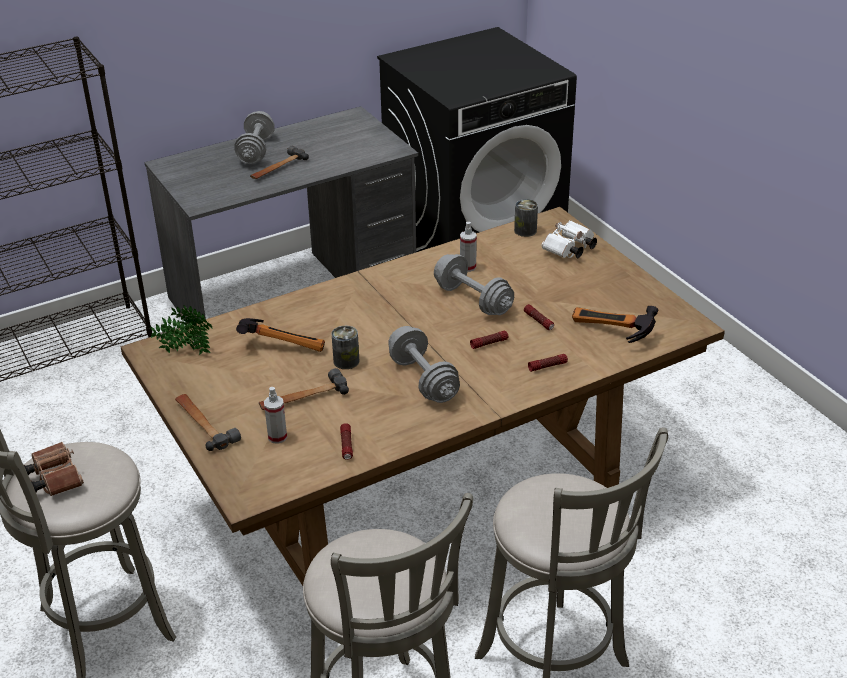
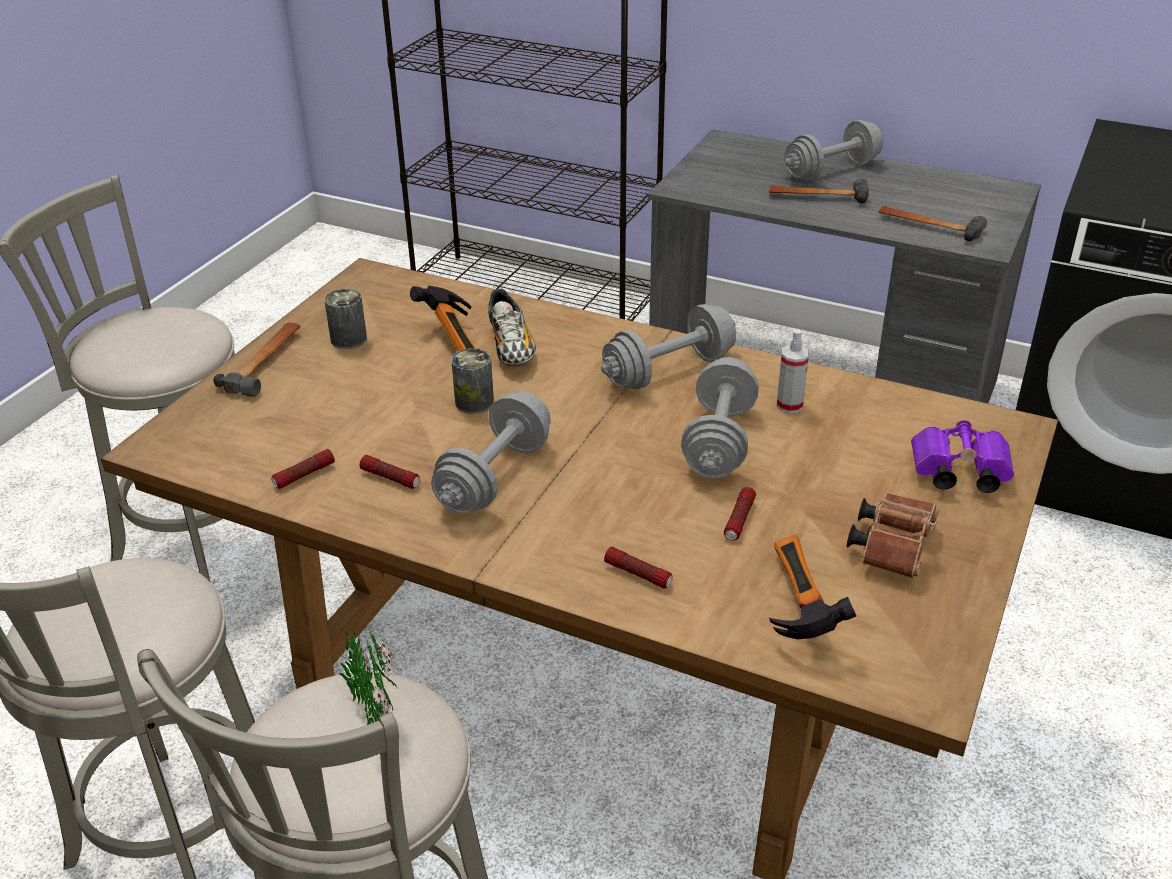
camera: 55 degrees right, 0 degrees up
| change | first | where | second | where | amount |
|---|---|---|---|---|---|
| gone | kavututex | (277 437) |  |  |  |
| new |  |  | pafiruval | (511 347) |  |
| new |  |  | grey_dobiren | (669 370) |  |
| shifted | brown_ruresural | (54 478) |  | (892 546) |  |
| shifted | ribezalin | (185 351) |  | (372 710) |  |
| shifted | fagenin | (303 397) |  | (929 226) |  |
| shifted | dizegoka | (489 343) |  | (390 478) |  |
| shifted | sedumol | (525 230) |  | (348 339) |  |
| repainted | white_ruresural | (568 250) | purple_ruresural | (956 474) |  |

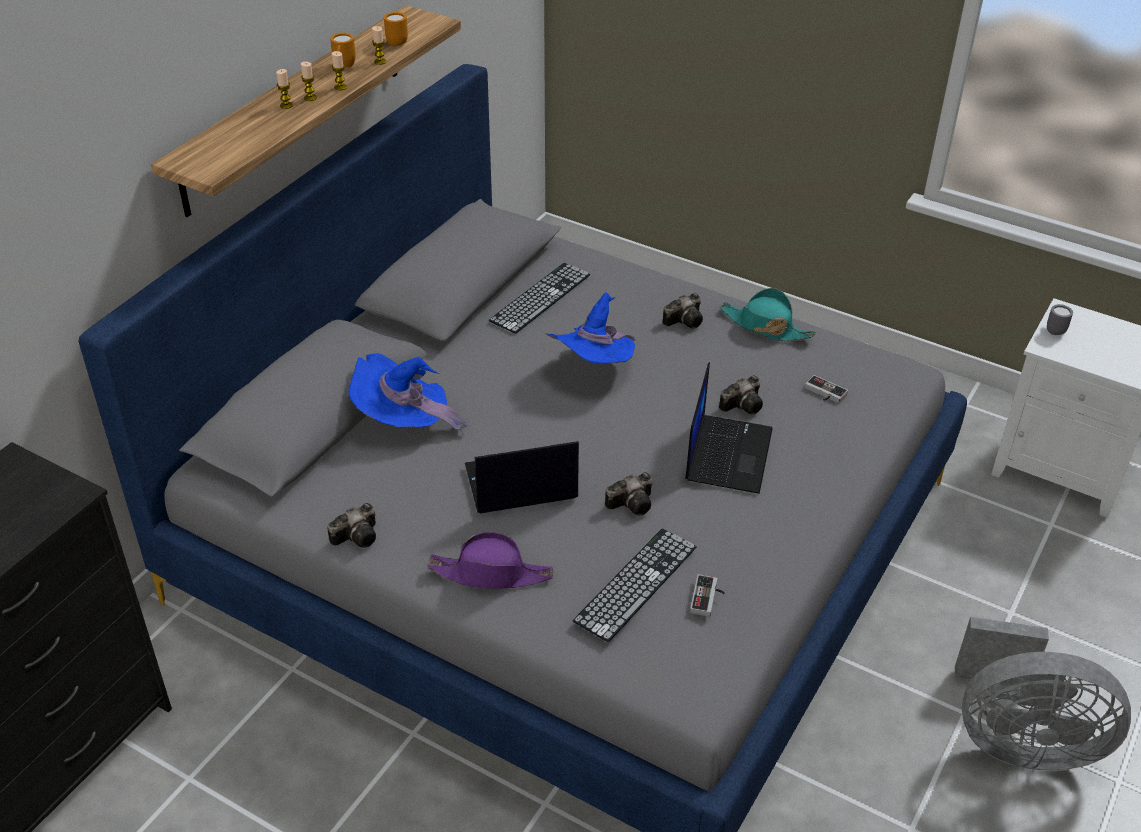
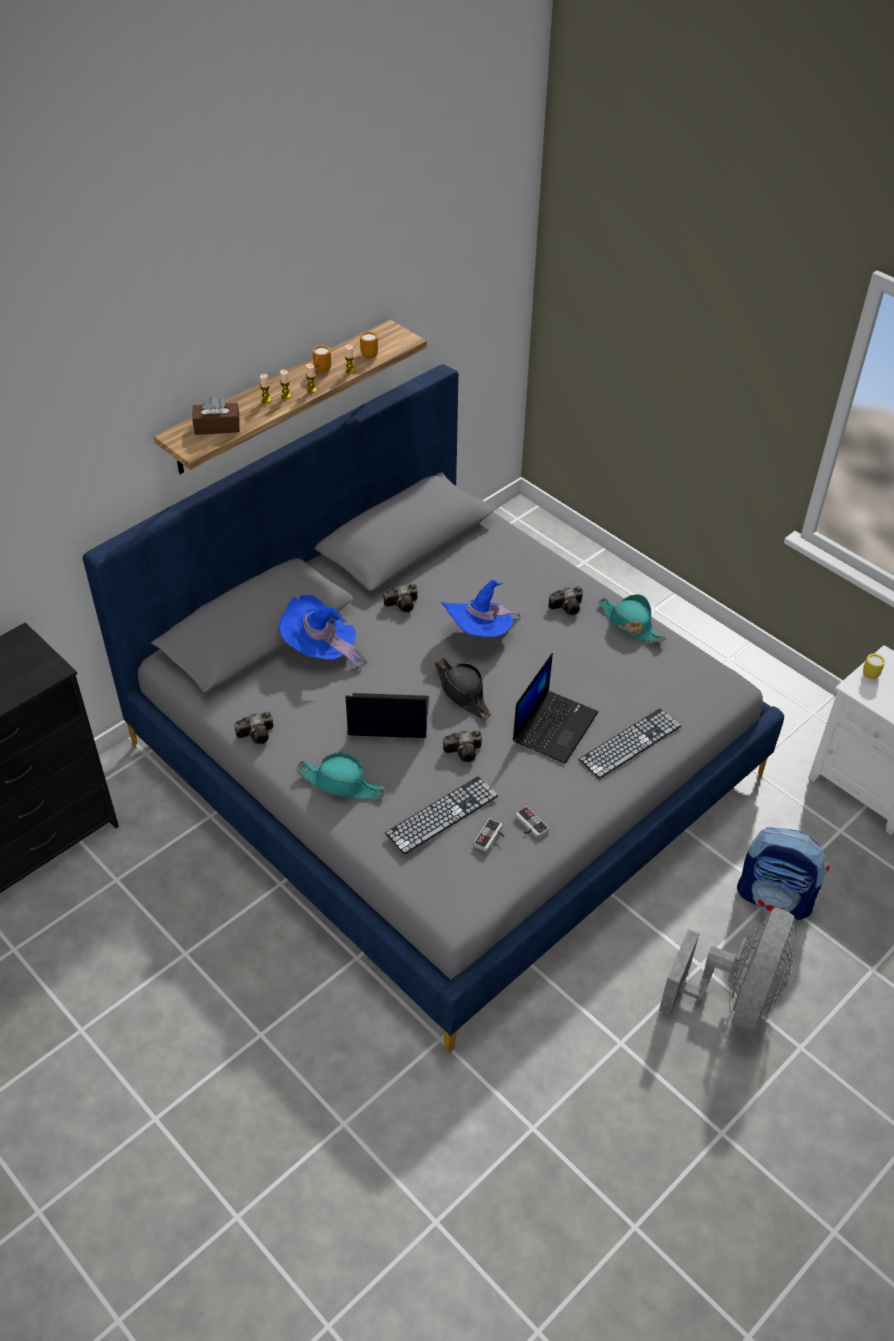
camera: 15 degrees right, 5 degrees up
| change | first | where | second | where | amount |
|---|---|---|---|---|---|
| new |  |  | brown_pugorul | (217 426) |  |
| new |  |  | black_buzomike | (462 693) |  |
| new |  |  | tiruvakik | (775 898) |  |
| shifted | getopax | (540 297) |  | (630 743) |  |
| shifted | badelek | (744 405) |  | (403 604) |  |
| shifted | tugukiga | (823 393) |  | (529 825) |  |
| repainted | purple_buzomike | (491 574) | turquoise_buzomike | (341 784) |  |
| repainted | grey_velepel | (1054 330) | yellow_velepel | (870 673) |  |
| rotated | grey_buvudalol | (1019 741) |  | (734 998) | 90 degrees counterclockwise |

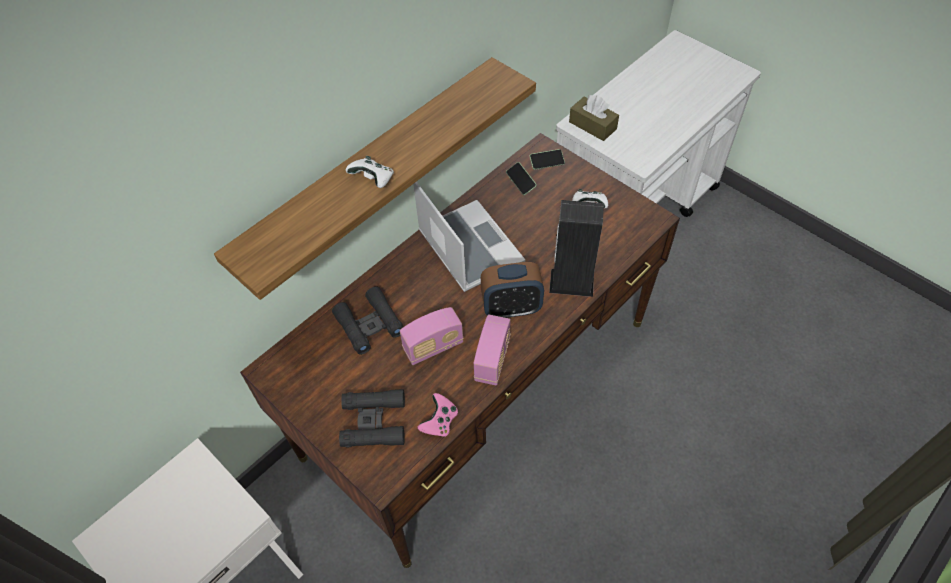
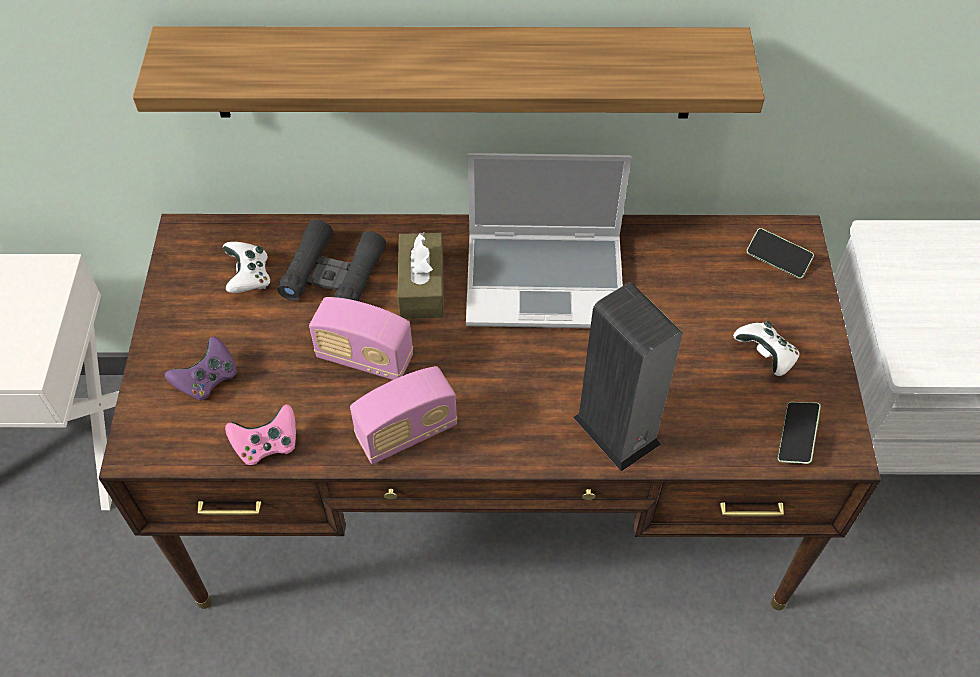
camera: 45 degrees right, 0 degrees up
| change | first | where | second | where | amount |
|---|---|---|---|---|---|
| gone | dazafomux | (511 308) |  |  |  |
| shifted | white_tugukiga | (373 180) |  | (249 278) |  |
| shifted | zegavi | (520 182) |  | (796 437) |  |
| shifted | brown_pugorul | (592 125) |  | (422 286) |  |
| swapped | black_ruresural | (373 422) | purple_tugukiga | (207 380) |  |
| rotated | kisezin | (468 247) |  | (546 280) | 75 degrees clockwise |

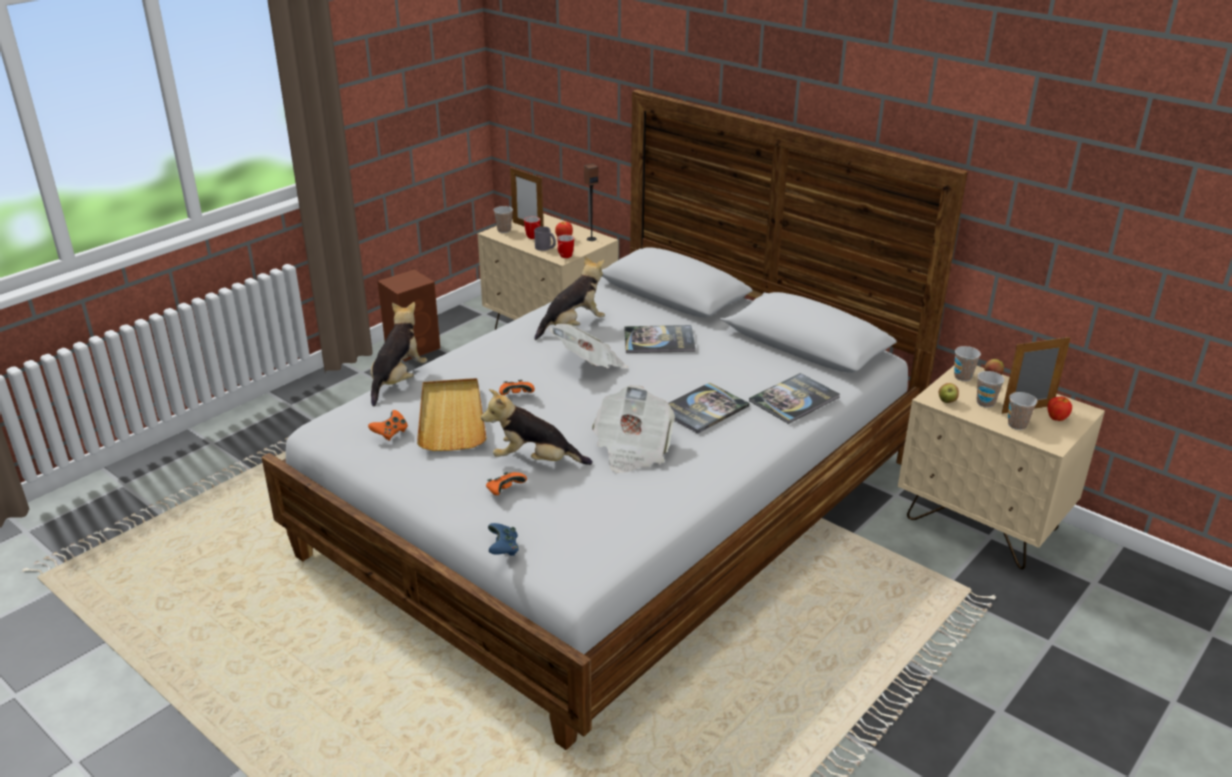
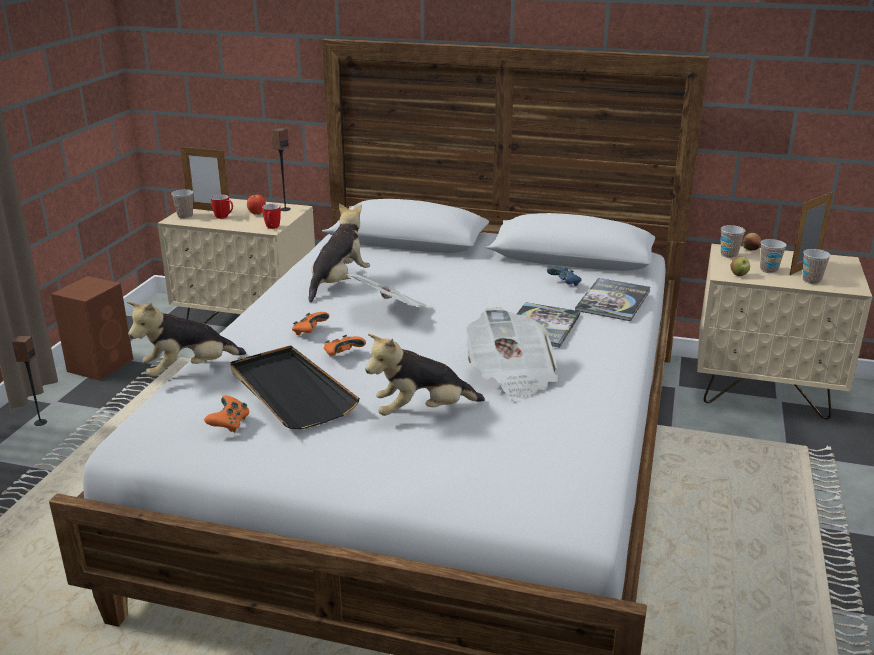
camera: 25 degrees left, 5 degrees down
| change | first | where | second | where | amount |
|---|---|---|---|---|---|
| gone | grey_velepel | (545 248) |  |  |  |
| gone | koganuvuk | (659 340) |  |  |  |
| gone | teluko | (1056 419) |  |  |  |
| new |  |  | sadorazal | (40 422) |  |
| shifted | orange_tugukiga | (505 491) |  | (310 332) |  |
| shifted | blue_tugukiga | (503 549) |  | (565 284) |  |
| repainted | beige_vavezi | (451 417) | black_vavezi | (290 391) |  |
| rotated | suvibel | (398 381) |  | (189 371) | 120 degrees counterclockwise |

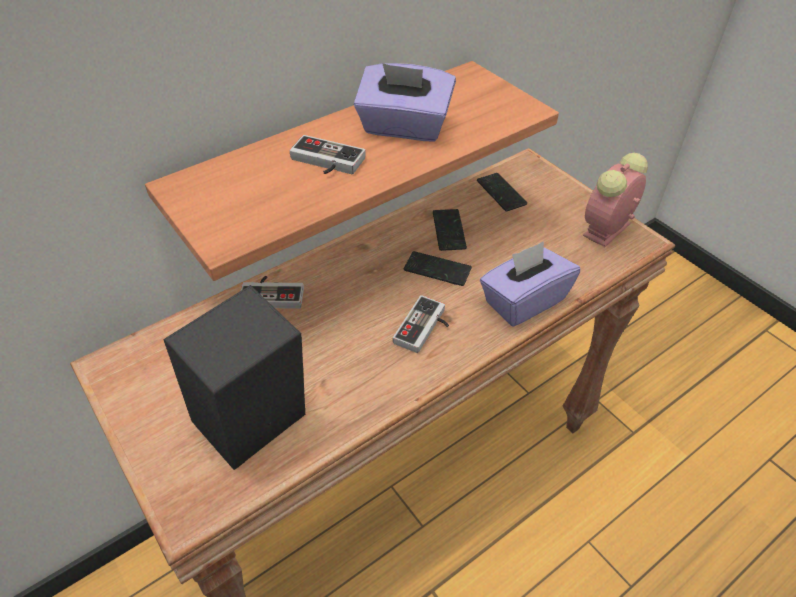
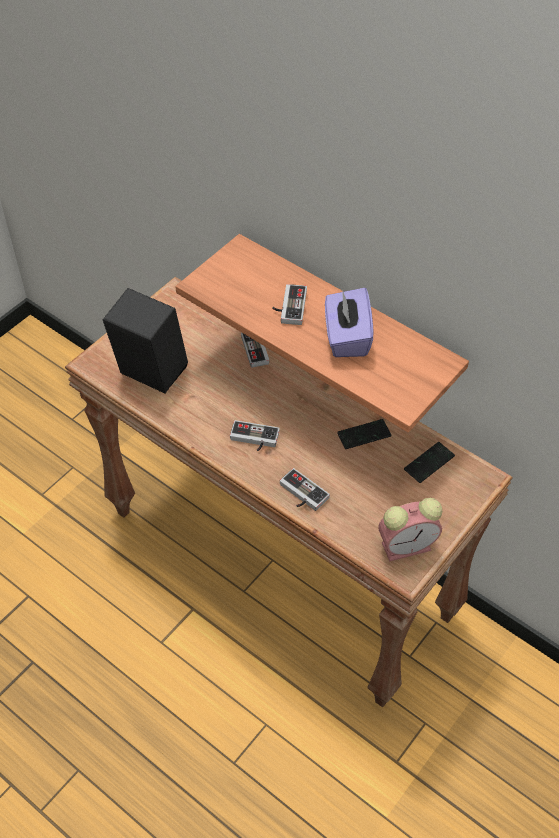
camera: 75 degrees right, 5 degrees up
| change | first | where | second | where | amount |
|---|---|---|---|---|---|
| gone | zegavi | (437 270) |  |  |  |
| swapped | purple_pugorul | (523 301) | tugukiga | (301 494) |  |
| rotated | dazafomux | (606 231) |  | (408 545) | 135 degrees clockwise |

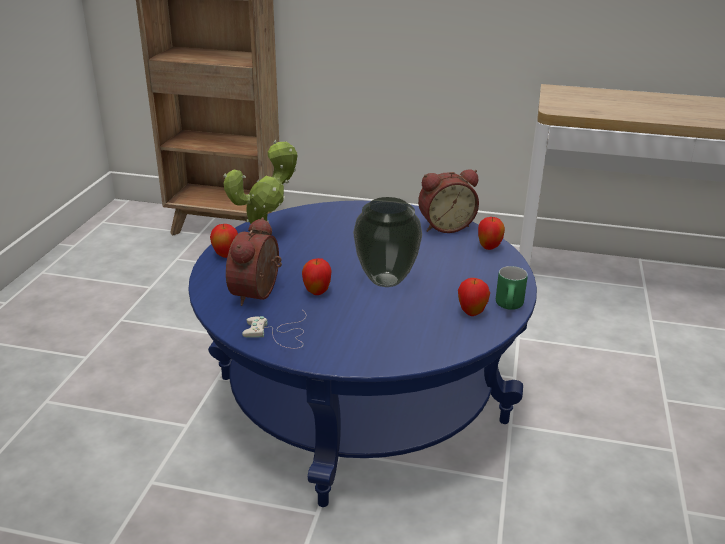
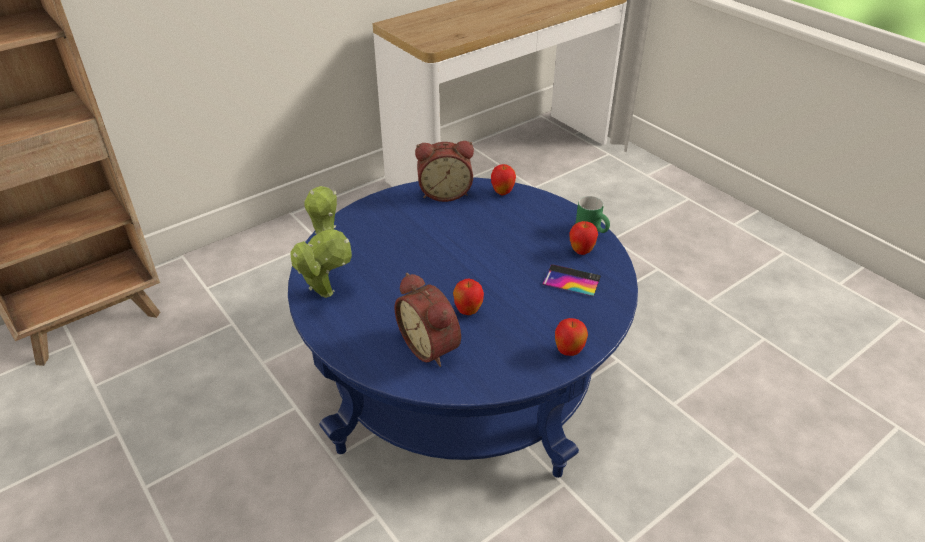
camera: 50 degrees left, 10 degrees up
| change | first | where | second | where | amount |
|---|---|---|---|---|---|
| gone | white_tugukiga | (279 334) |  |  |  |
| gone | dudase | (387 280) |  |  |  |
| new |  |  | zegavi | (571 280) |  |
| shifted | teluko | (226 255) |  | (568 351) |  |
| rotated | dazafomux | (445 226) |  | (445 192) | 60 degrees clockwise |

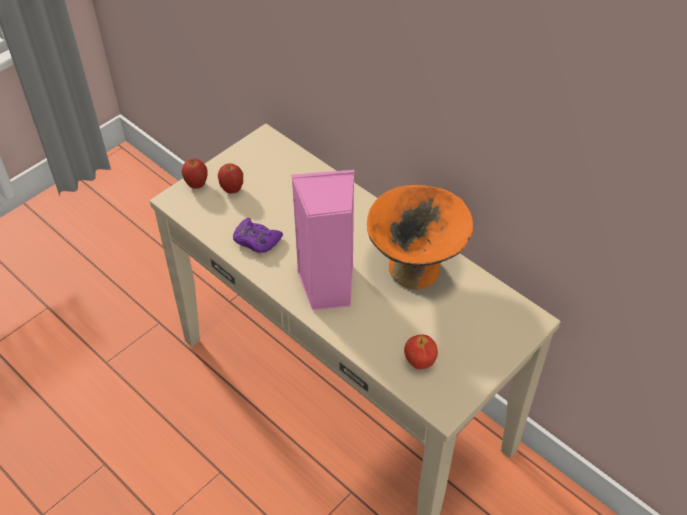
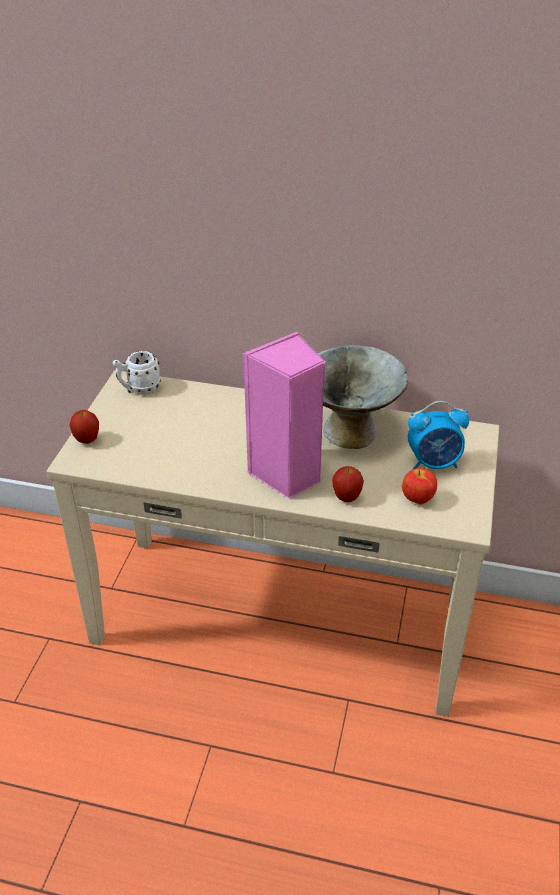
camera: 30 degrees left, 10 degrees down
| change | first | where | second | where | amount |
|---|---|---|---|---|---|
| gone | purple_tugukiga | (256 240) |  |  |  |
| new |  |  | white_velepel | (139 389) |  |
| new |  |  | dazafomux | (434 463) |  |
| shifted | teluko | (232 190) |  | (346 498) |  |
| repainted | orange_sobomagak | (415 268) | grey_sobomagak | (350 431) |  |

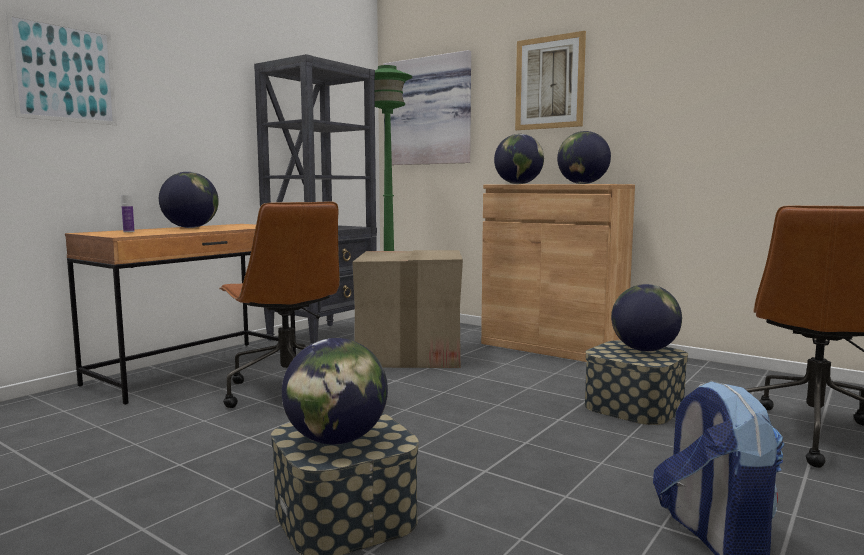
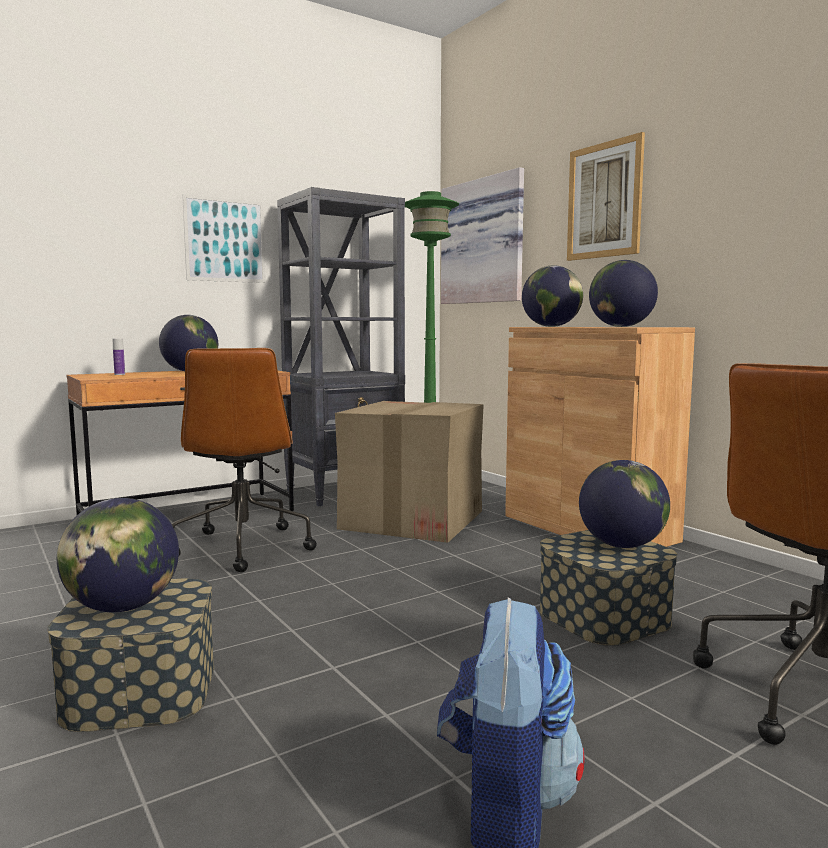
camera: 20 degrees right, 0 degrees up
| change | first | where | second | where | amount |
|---|---|---|---|---|---|
| shifted | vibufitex | (64 72) |  | (225 240) |  |

